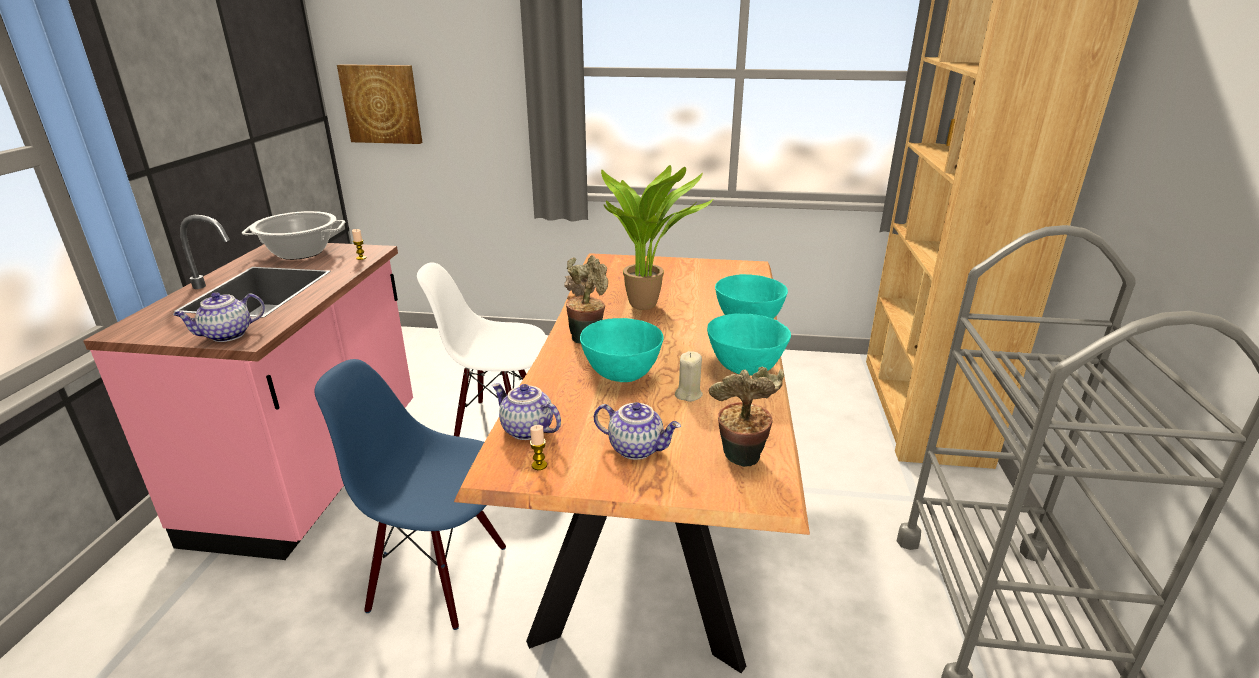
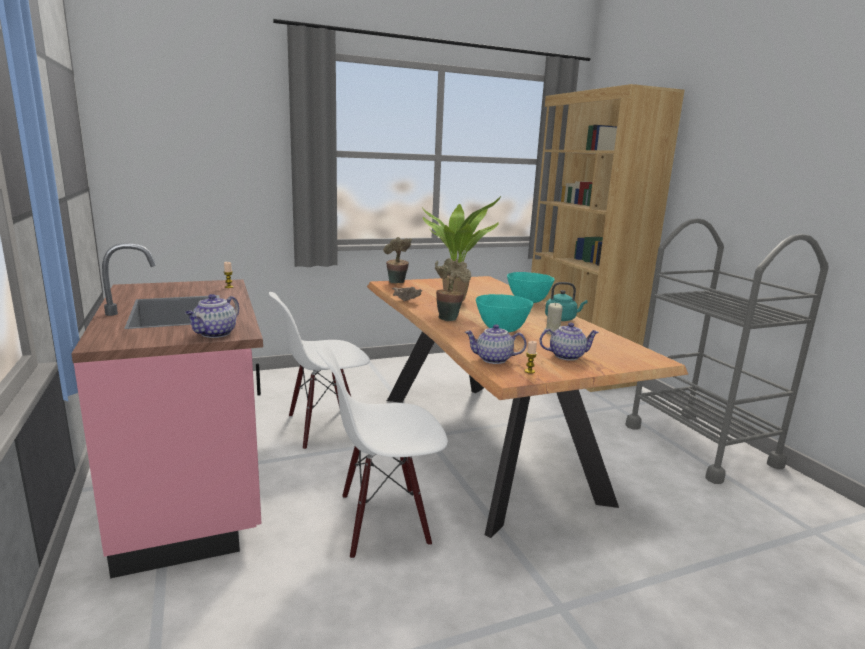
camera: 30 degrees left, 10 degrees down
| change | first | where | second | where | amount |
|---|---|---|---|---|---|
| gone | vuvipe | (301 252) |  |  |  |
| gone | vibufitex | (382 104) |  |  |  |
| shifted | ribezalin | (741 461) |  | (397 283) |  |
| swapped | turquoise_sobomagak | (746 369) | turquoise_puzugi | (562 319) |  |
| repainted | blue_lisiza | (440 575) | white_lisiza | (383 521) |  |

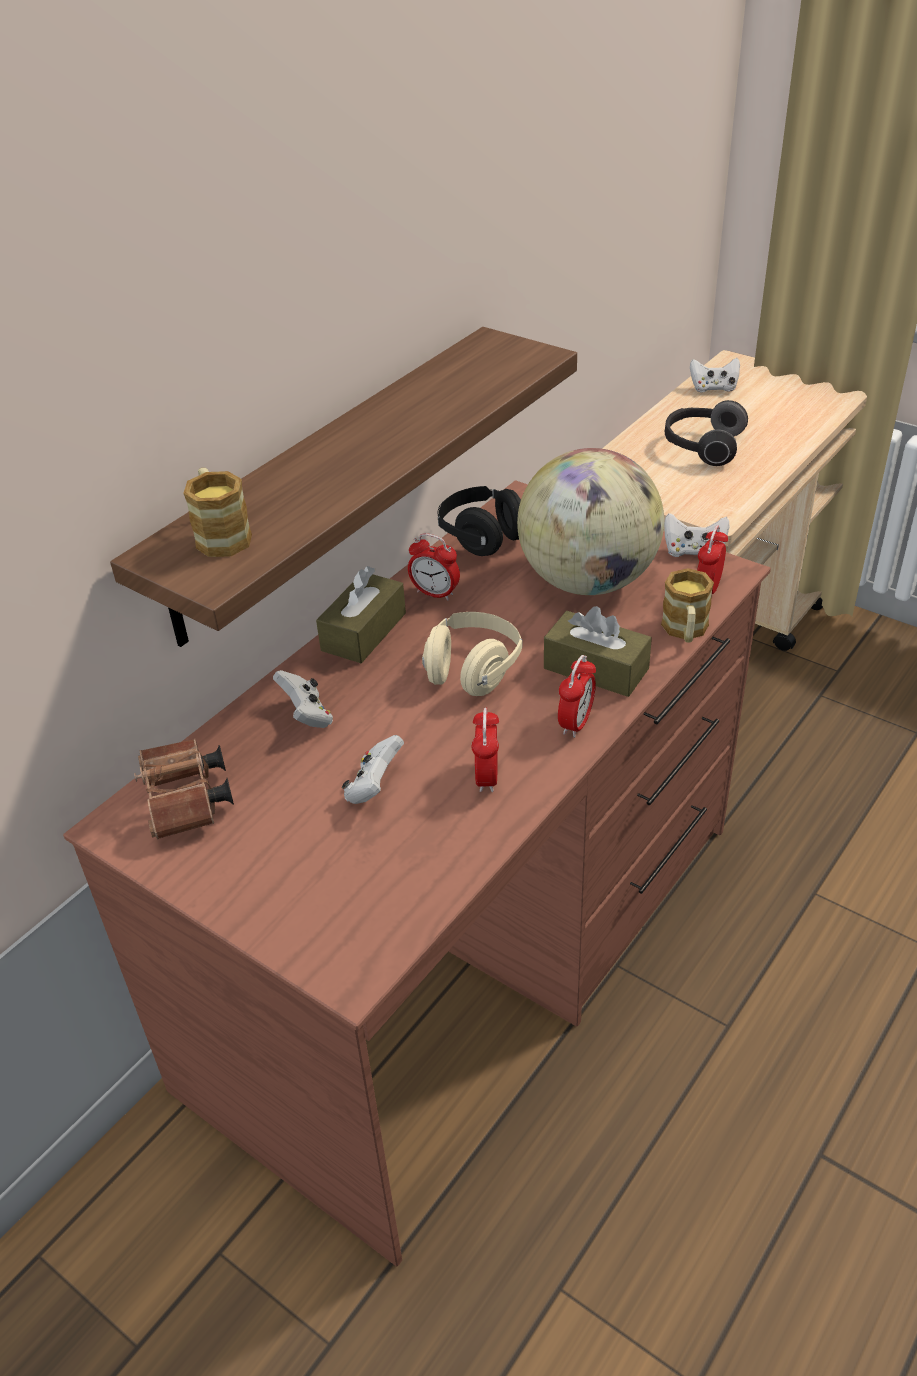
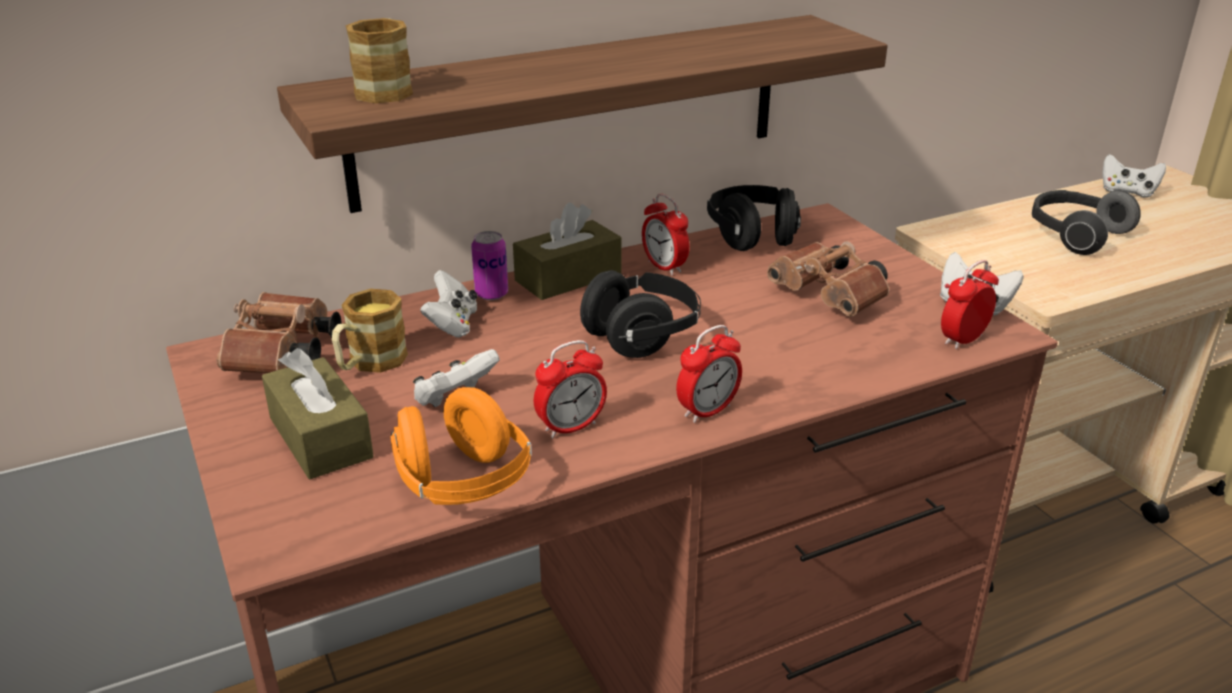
camera: 25 degrees right, 10 degrees down
| change | first | where | second | where | amount |
|---|---|---|---|---|---|
| new |  |  | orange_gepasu | (463 484) |  |
| new |  |  | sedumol | (491 294) |  |
| shifted | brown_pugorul | (596 668) |  | (320 437) |  |
| shifted | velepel | (685 631) |  | (370 363) |  |
| swapped | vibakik | (588 581) | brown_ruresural | (831 298) |  |
| repainted | beige_gepasu | (472 671) | black_gepasu | (642 336) |  |
| rotated | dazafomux | (487 777) |  | (571 427) | 150 degrees counterclockwise |

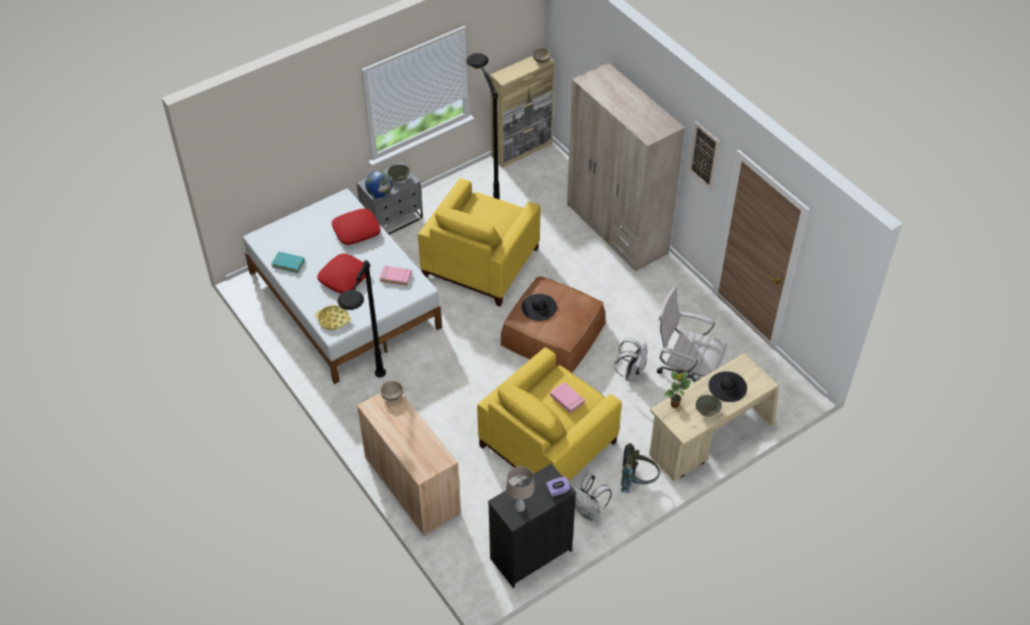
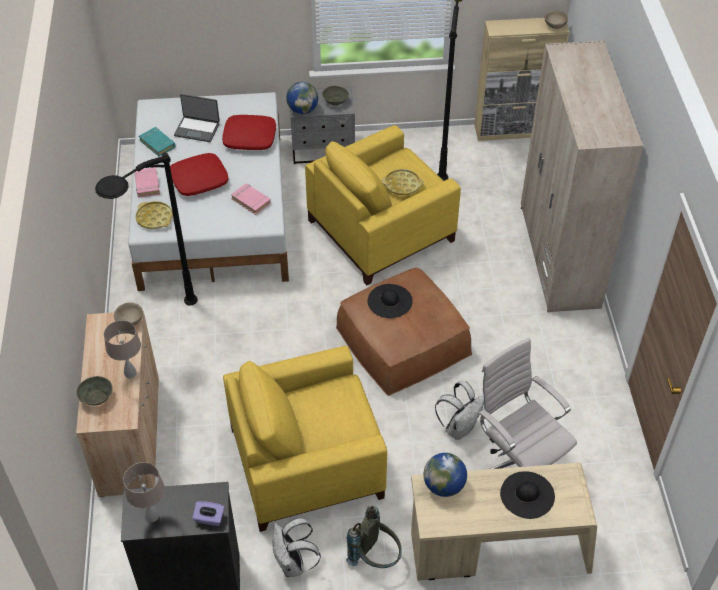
camera: 30 degrees right, 0 degrees up
| change | first | where | second | where | amount |
|---|---|---|---|---|---|
| gone | vibufitex | (704 156) |  |  |  |
| new |  |  | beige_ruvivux | (130 373) |  |
| new |  |  | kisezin | (197 129) |  |
| new |  |  | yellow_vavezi | (402 185) |  |
| shifted | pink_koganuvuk | (567 399) |  | (147 184) |  |
| shifted | grey_sobomagak | (707 411) |  | (97 398) |  |
| swapped | ribezalin | (674 405) | vibakik | (444 485) |  |

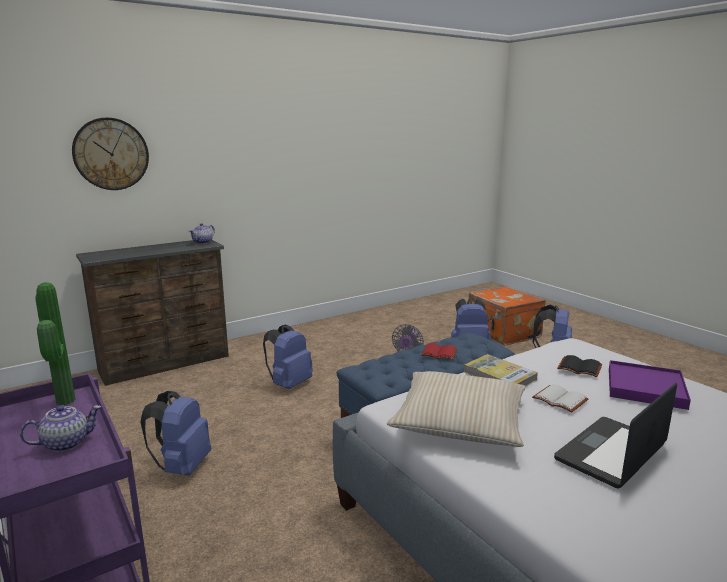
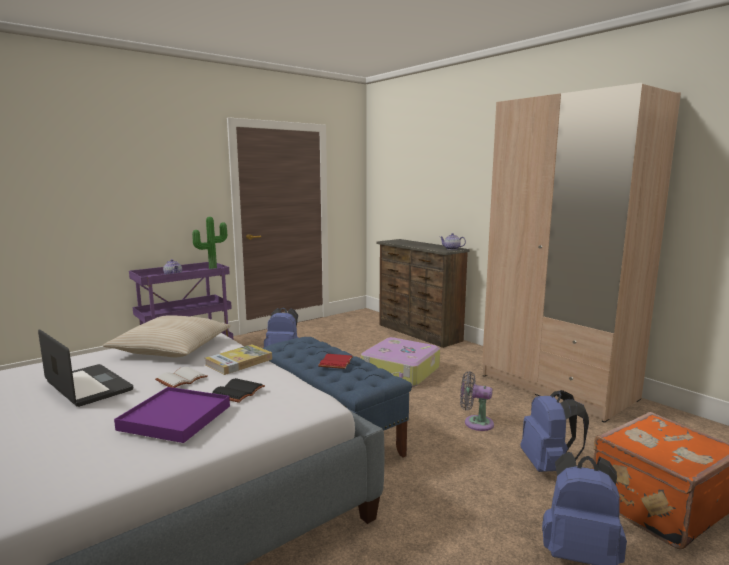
camera: 85 degrees right, 5 degrees down
| change | first | where | second | where | amount |
|---|---|---|---|---|---|
| gone | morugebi | (111 154) |  |  |  |
| new |  |  | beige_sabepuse | (557 387) |  |
| swapped | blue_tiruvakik | (289 384) | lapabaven | (400 372) |  |

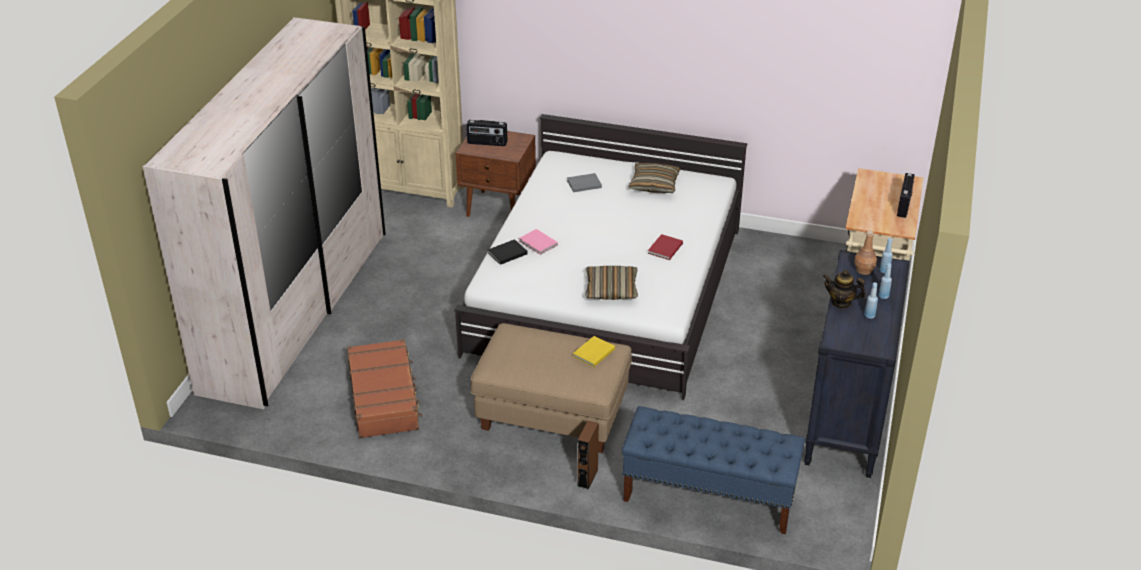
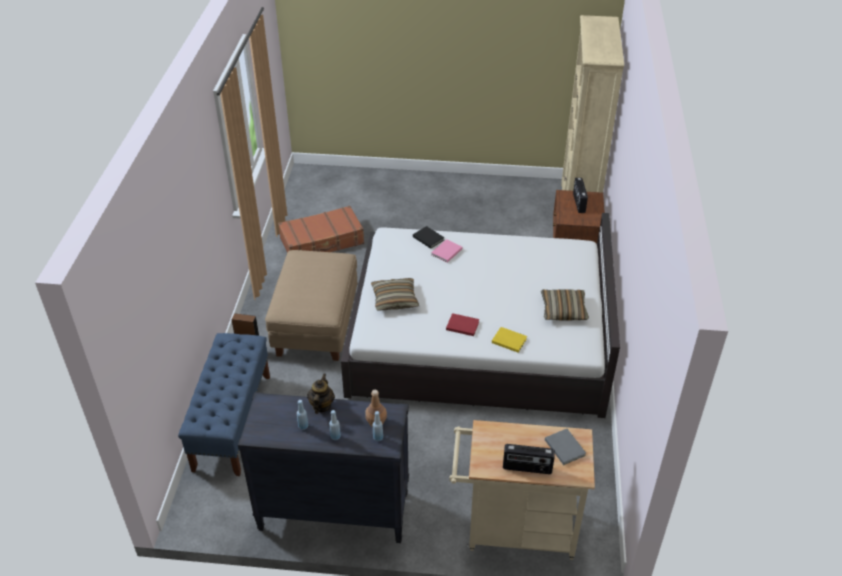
camera: 80 degrees right, 5 degrees up
| change | first | where | second | where | amount |
|---|---|---|---|---|---|
| gone | white_sabepuse | (296 309) |  |  |  |
| shifted | grey_koganuvuk | (583 184) |  | (564 447) |  |
| shifted | yellow_koganuvuk | (592 353) |  | (508 340) |  |

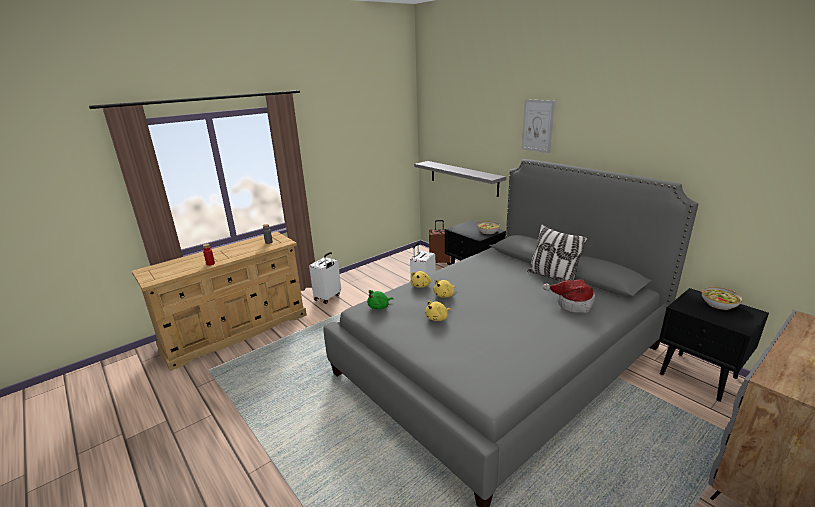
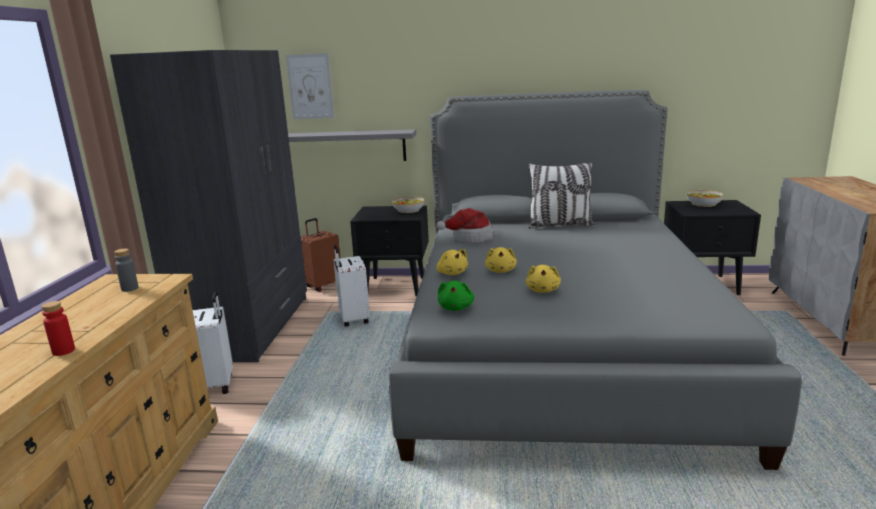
camera: 45 degrees left, 5 degrees down
| change | first | where | second | where | amount |
|---|---|---|---|---|---|
| new |  |  | grey_sabepuse | (249 326) |  |
| shifted | vibufitex | (537 126) |  | (310 86) |  |
| shifted | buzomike | (572 304) |  | (469 238) |  |

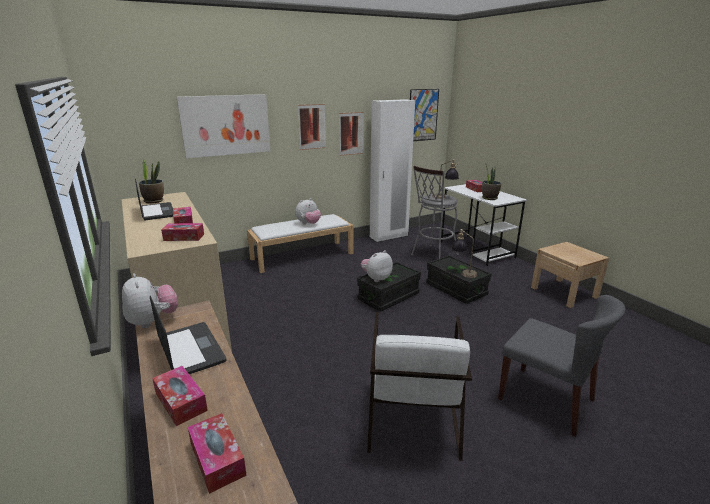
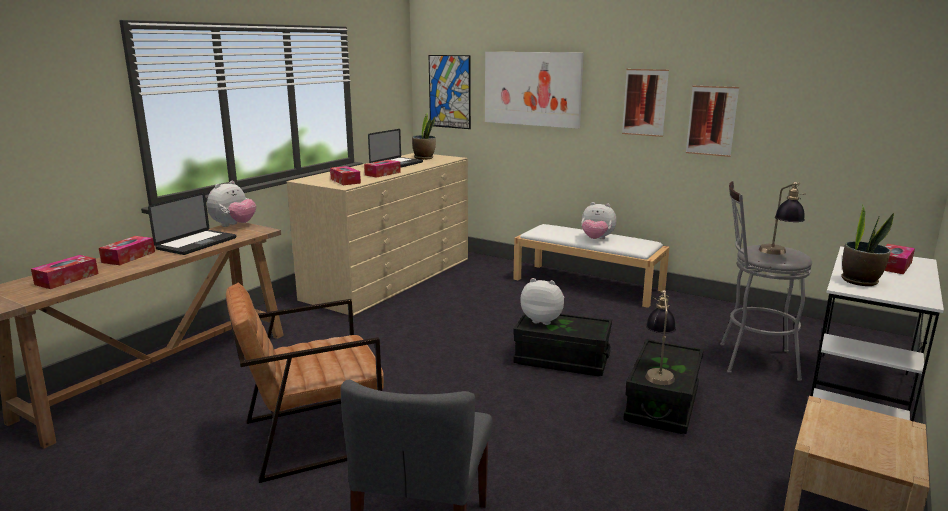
camera: 60 degrees right, 5 degrees down
| change | first | where | second | where | amount |
|---|---|---|---|---|---|
| gone | white_sabepuse | (389 236) |  |  |  |
| shifted | vibufitex | (423 115) |  | (449 91) |  |
| repainted | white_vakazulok | (412 418) | brown_vakazulok | (313 435) |  |

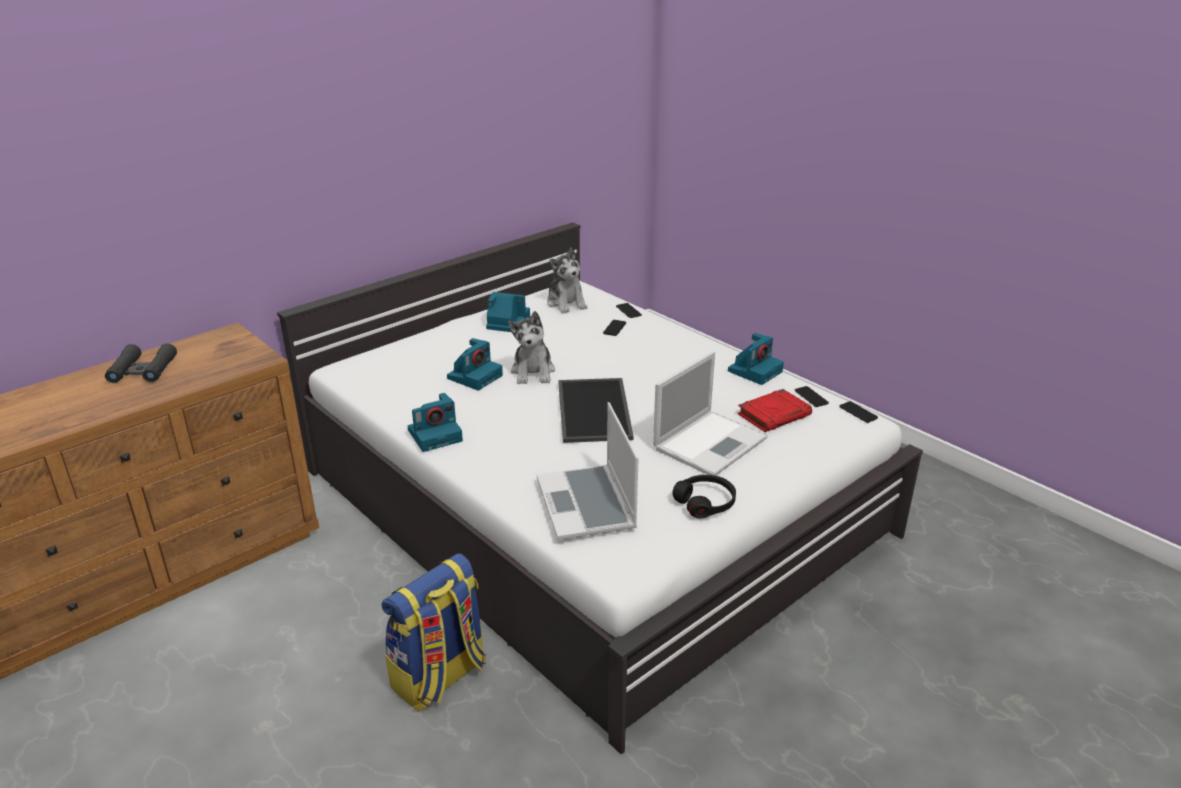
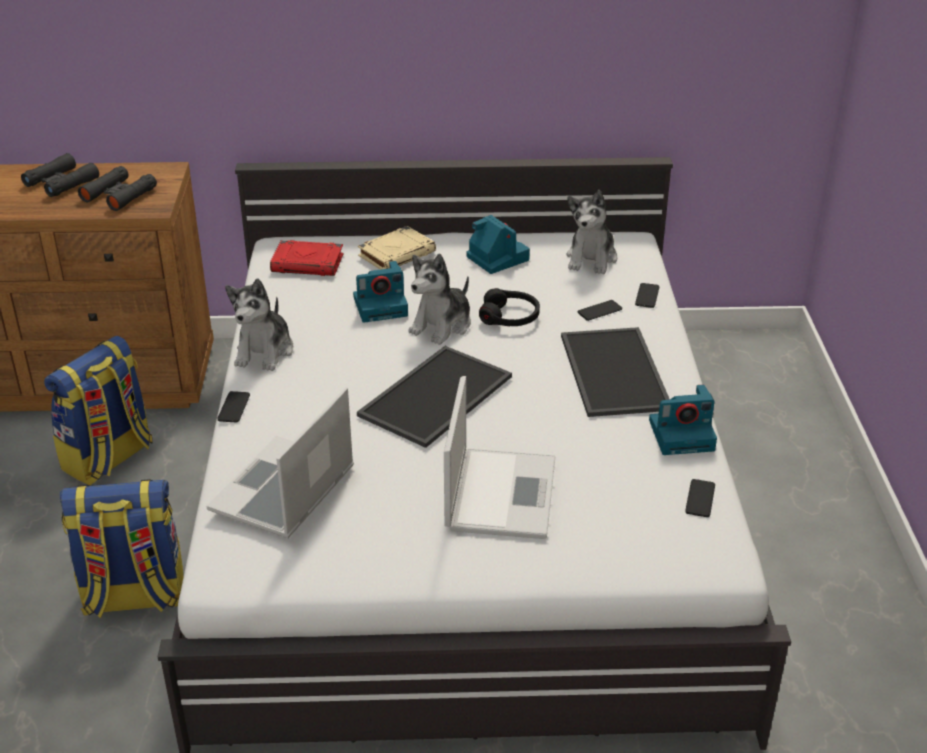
camera: 40 degrees right, 5 degrees up
| change | first | where | second | where | amount |
|---|---|---|---|---|---|
| new |  |  | tiruvakik | (109 459) |  |
| new |  |  | black_ruresural | (119 195) |  |
| new |  |  | beige_koganuvuk | (397 254) |  |
| new |  |  | vavezi | (611 371) |  |
| shifted | black_gepasu | (705 502) |  | (509 317) |  |
| shifted | red_koganuvuk | (774 415) |  | (308 263) |  |
| shifted | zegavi | (858 412) |  | (234 407) |  |
| swapped | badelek | (436 434) | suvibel | (265 351) |  |
| rotated | kisezin | (711 442) |  | (500 492) | 75 degrees counterclockwise |

